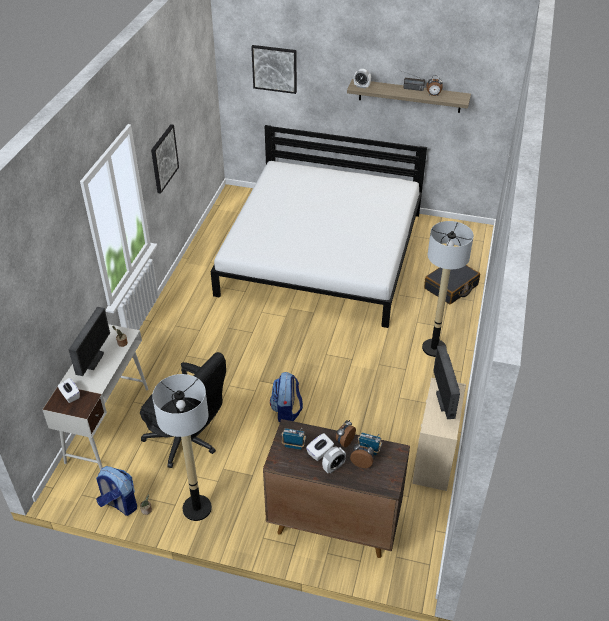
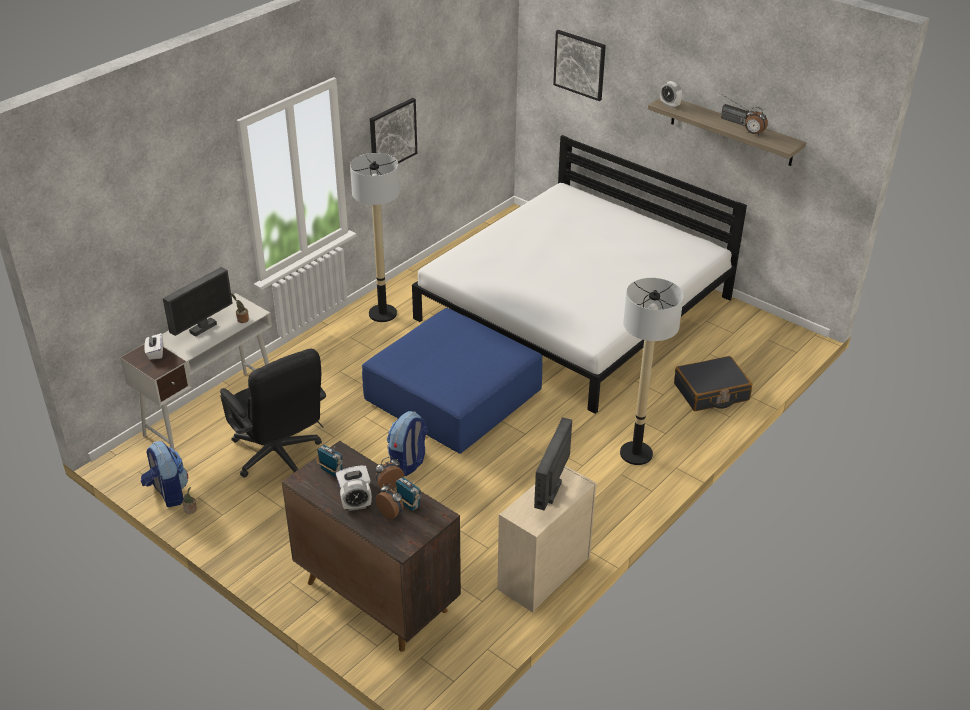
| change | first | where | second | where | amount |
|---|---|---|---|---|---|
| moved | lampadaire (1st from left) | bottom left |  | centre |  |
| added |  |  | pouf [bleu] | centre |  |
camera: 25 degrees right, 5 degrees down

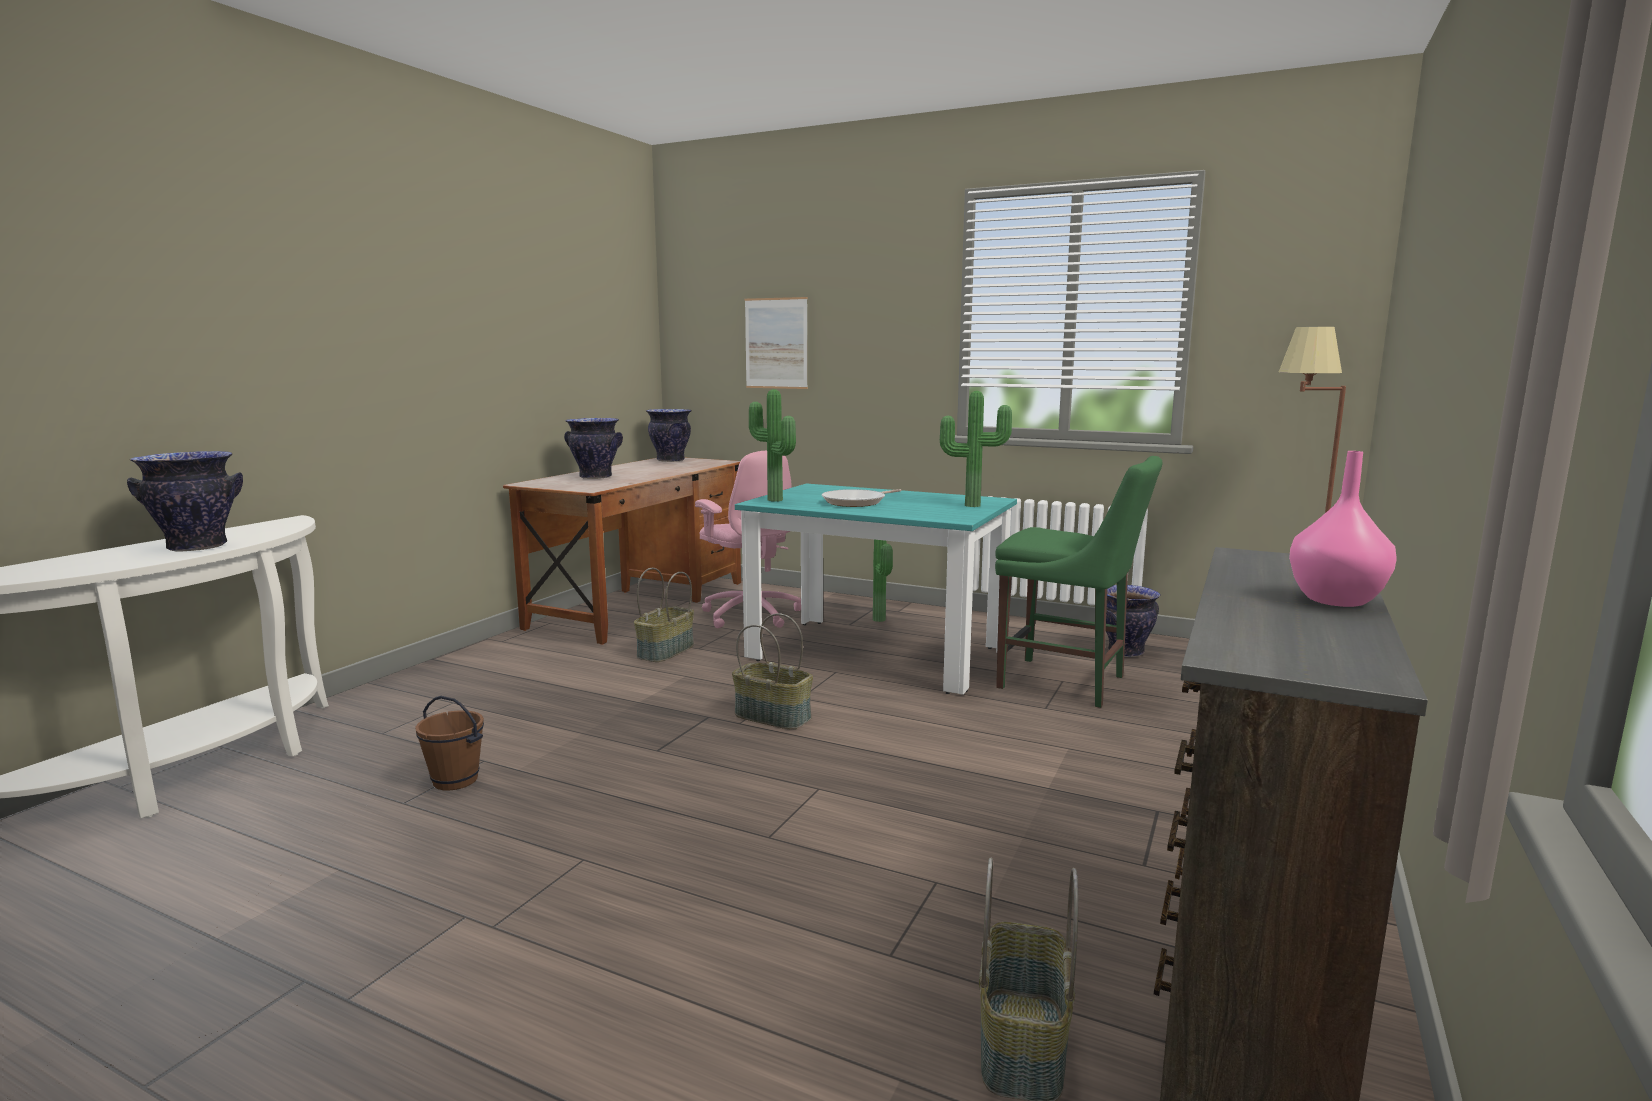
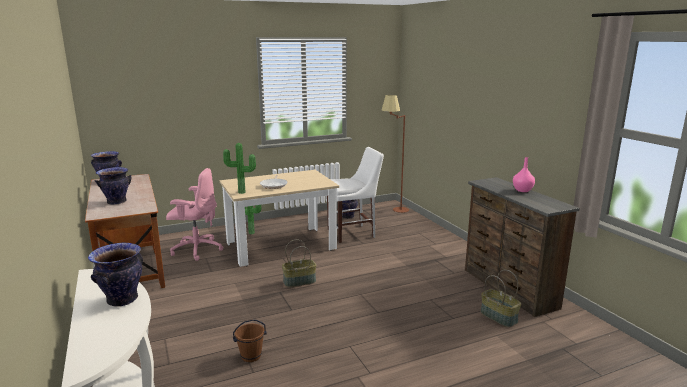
| change | first | where | second | where | amount |
|---|---|---|---|---|---|
| removed | tableau | top centre |  |  |  |
| removed | plante en pot (3rd from left) | centre |  |  |  |
| recoloured | chaise [vert] | centre | chaise [blanc] | centre |  |
| recoloured | table à manger [turquoise] | centre | table à manger [beige] | centre |  |
| removed | panier (1st from left) | centre |  |  |  |
camera: 50 degrees left, 5 degrees up

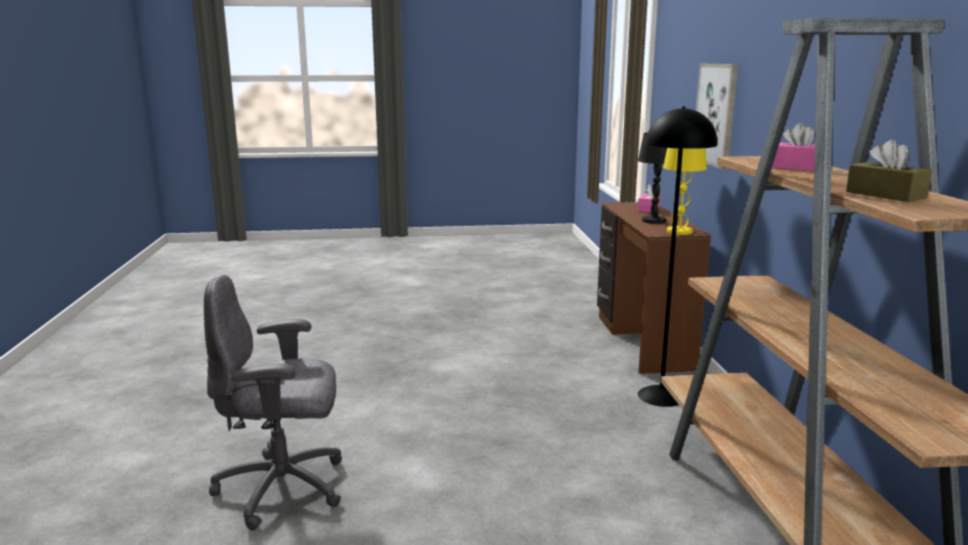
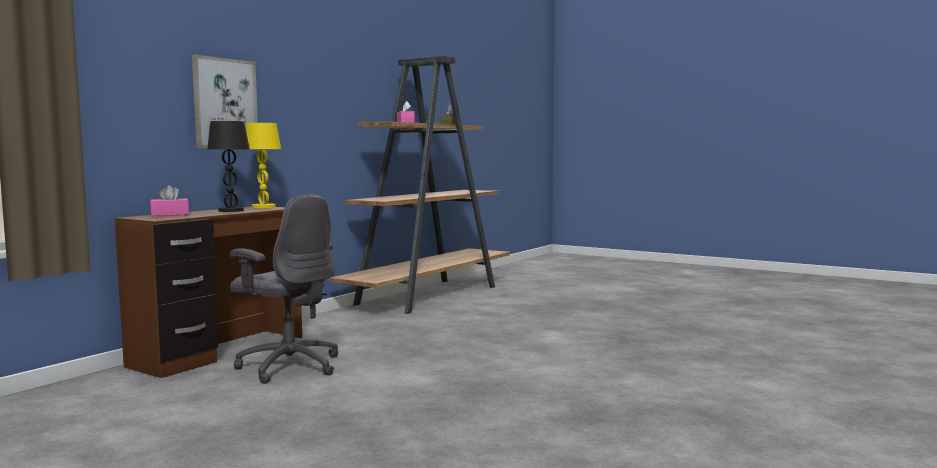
| change | first | where | second | where | amount |
|---|---|---|---|---|---|
| removed | lampadaire [noir] | middle right |  |  |  |
| moved | chaise de bureau [gris] | bottom left |  | middle left |  |
camera: 140 degrees left, 10 degrees down

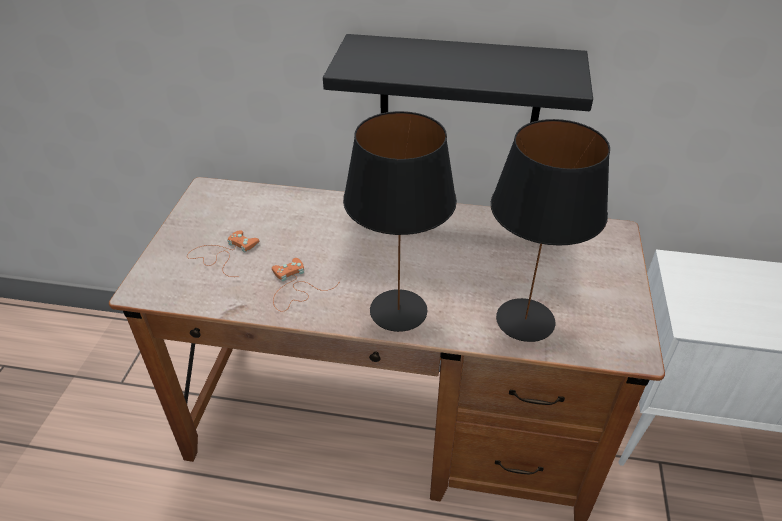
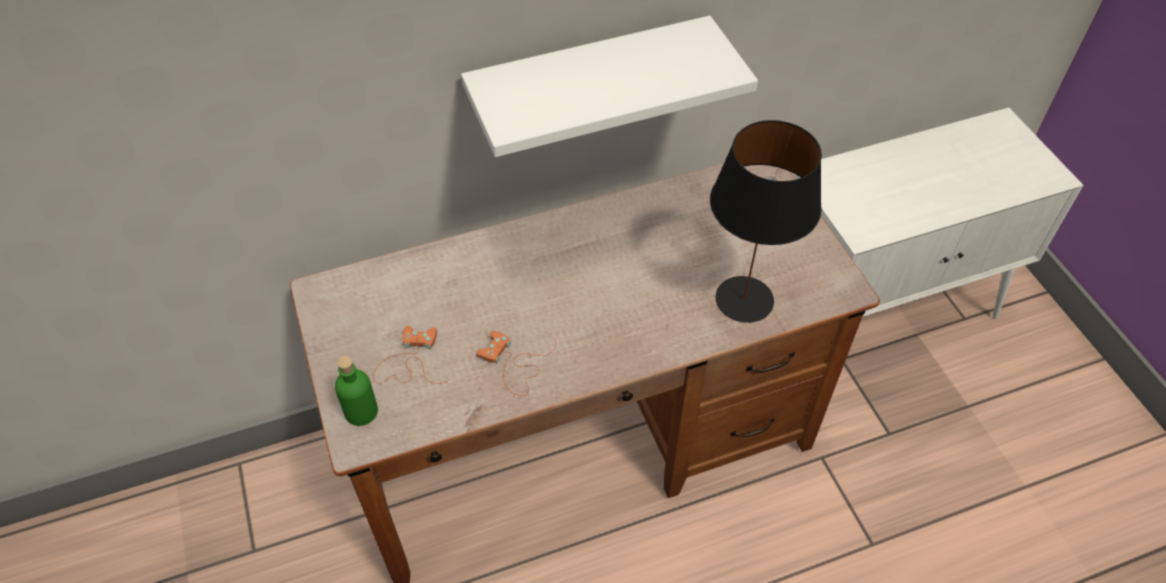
| change | first | where | second | where | amount |
|---|---|---|---|---|---|
| recoloured | étagère [noir] | top centre | étagère [blanc] | top centre |  |
| removed | lampe de table [noir] (1st from left) | centre |  |  |  |
| added |  |  | bouteille [vert] | bottom left |  |
camera: 30 degrees left, 10 degrees up

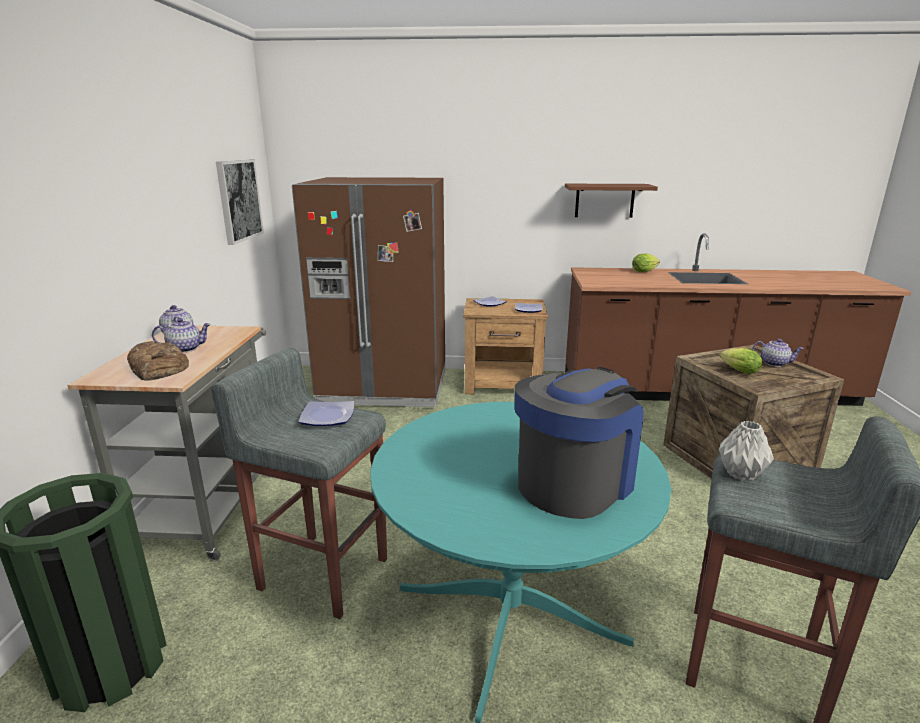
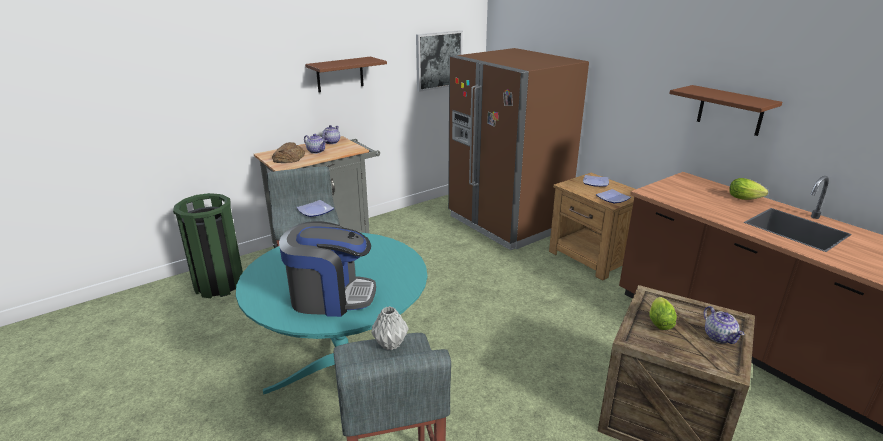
| change | first | where | second | where | amount |
|---|---|---|---|---|---|
| added |  |  | étagère [marron] (1st from left) | top centre |  |
camera: 50 degrees right, 5 degrees up

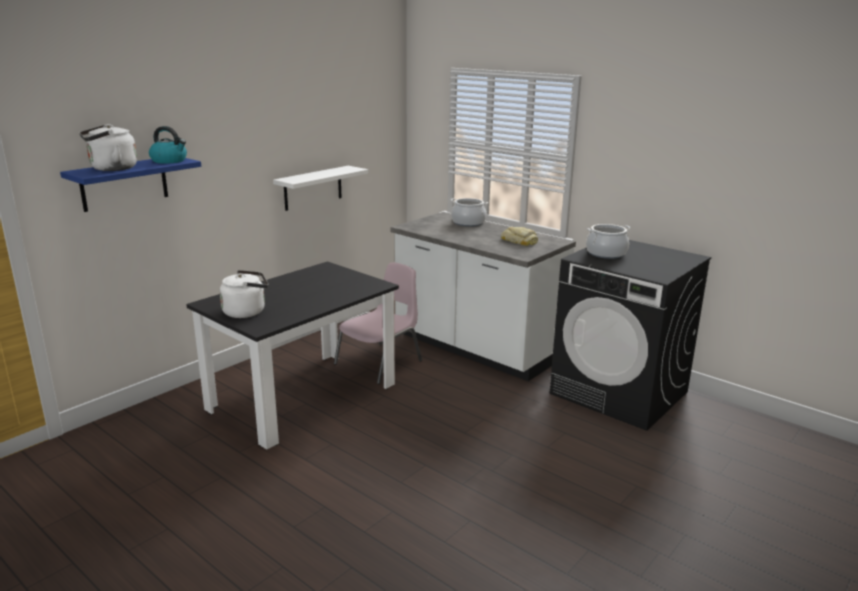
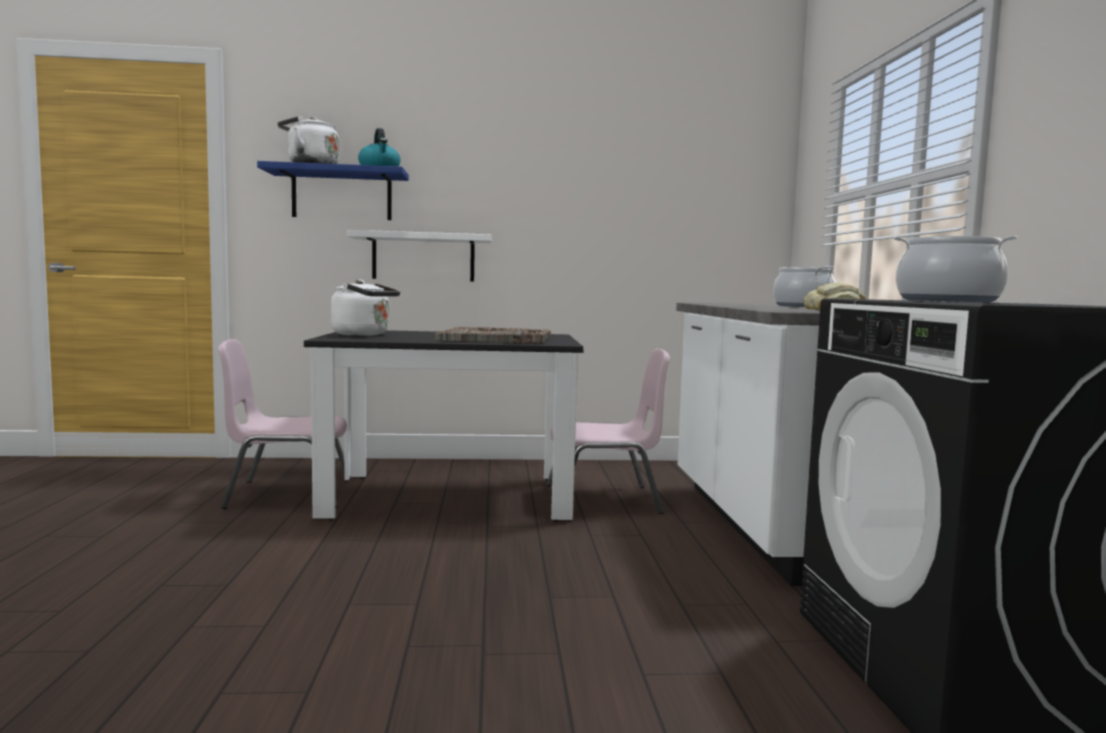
| change | first | where | second | where | amount |
|---|---|---|---|---|---|
| moved | étagère [blanc] | top centre |  | centre |  |
| added |  |  | plateau [gris] | centre |  |
| added |  |  | chaise [rose] (1st from left) | middle left |  |
camera: 45 degrees right, 15 degrees down

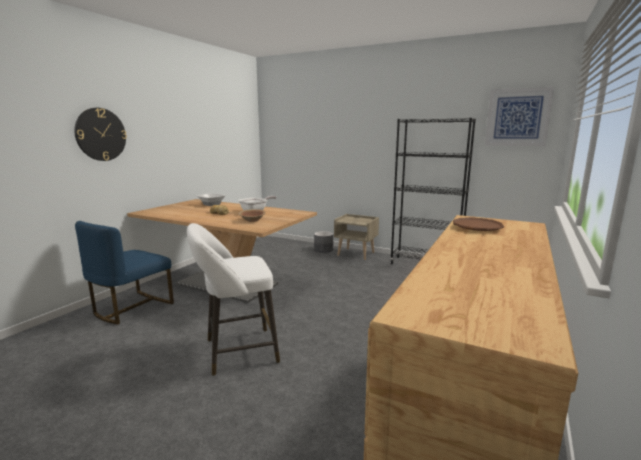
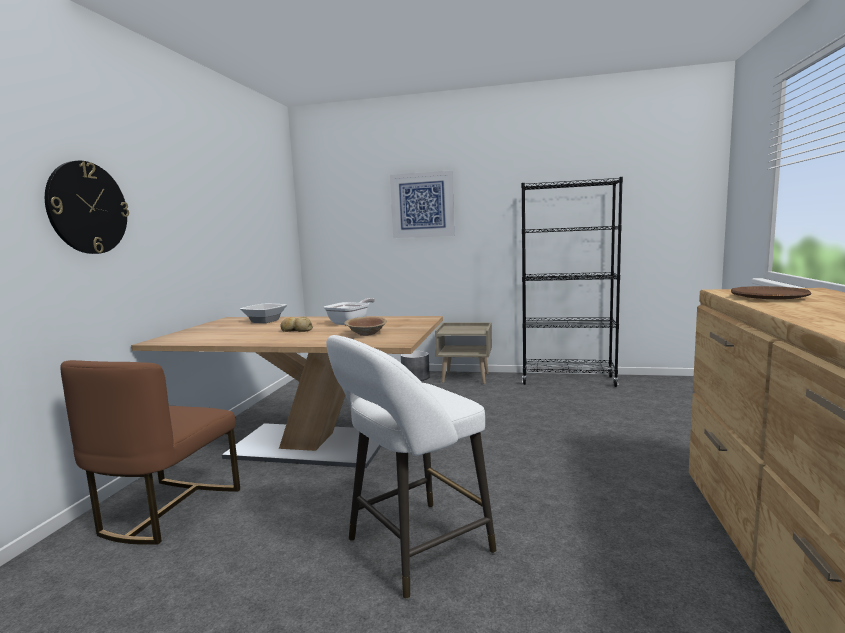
| change | first | where | second | where | amount |
|---|---|---|---|---|---|
| moved | tableau | top right |  | top centre |  |
| recoloured | chaise [bleu] | middle left | chaise [marron] | bottom left |  |
camera: 15 degrees left, 5 degrees down

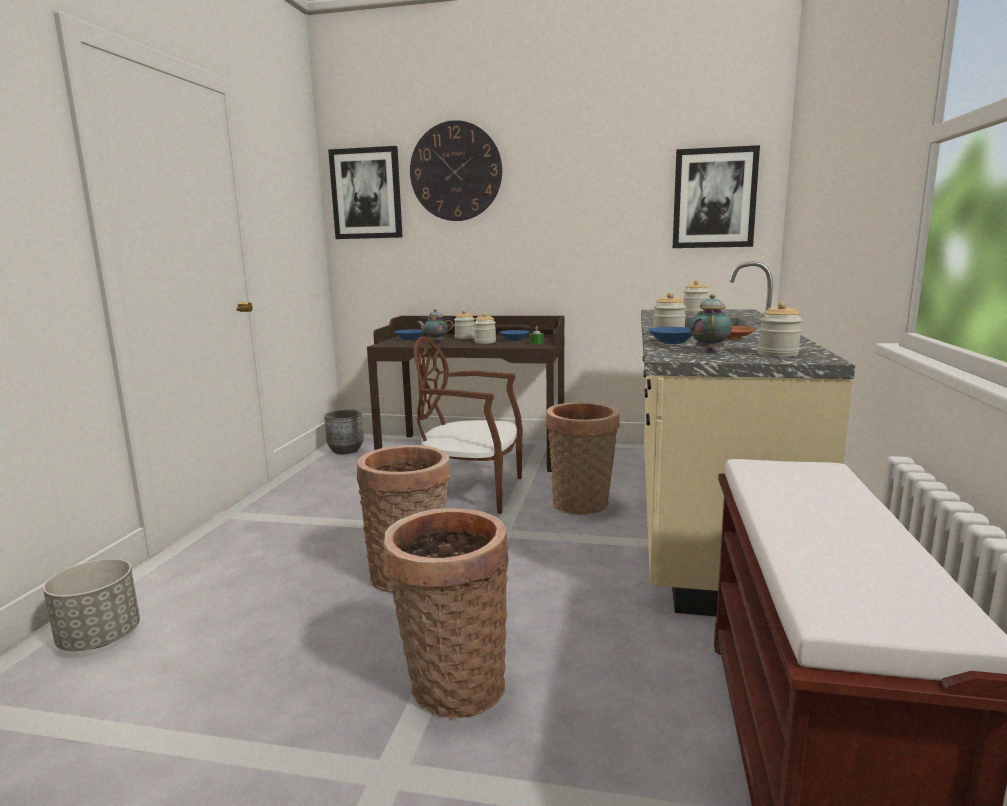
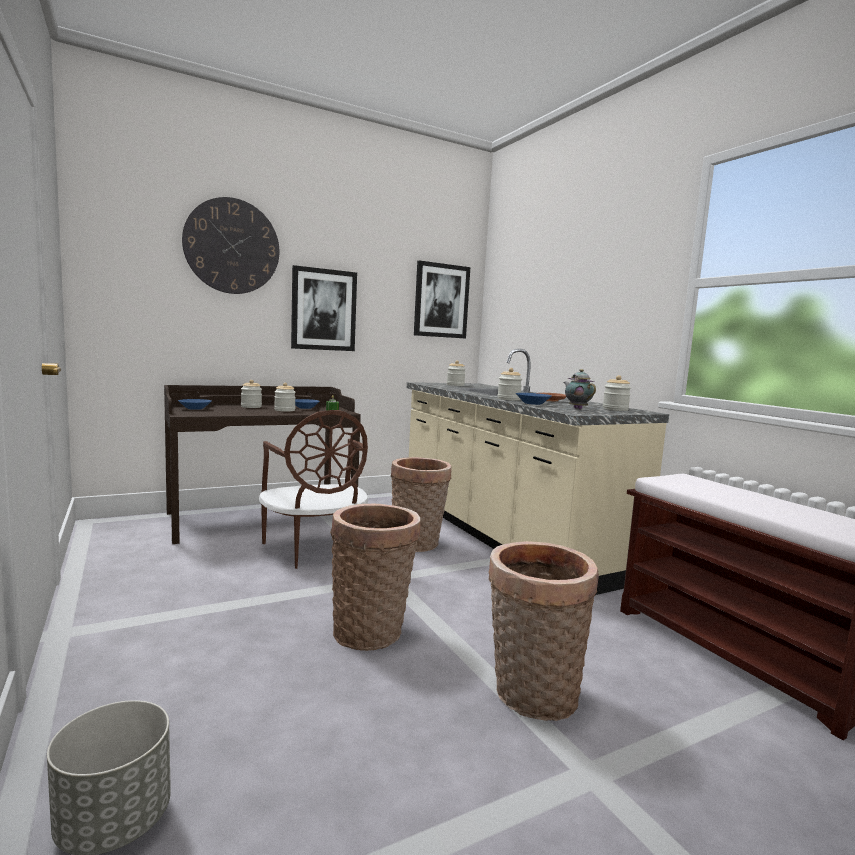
| change | first | where | second | where | amount |
|---|---|---|---|---|---|
| moved | tableau (1st from left) | top centre |  | centre |  |
| removed | théière (1st from left) | centre |  |  |  |
| turned | chaise [marron] | centre |  | centre | 90 degrees counterclockwise |
| removed | cache-pot [gris] (2nd from left) | centre |  |  |  |
camera: 40 degrees left, 5 degrees down

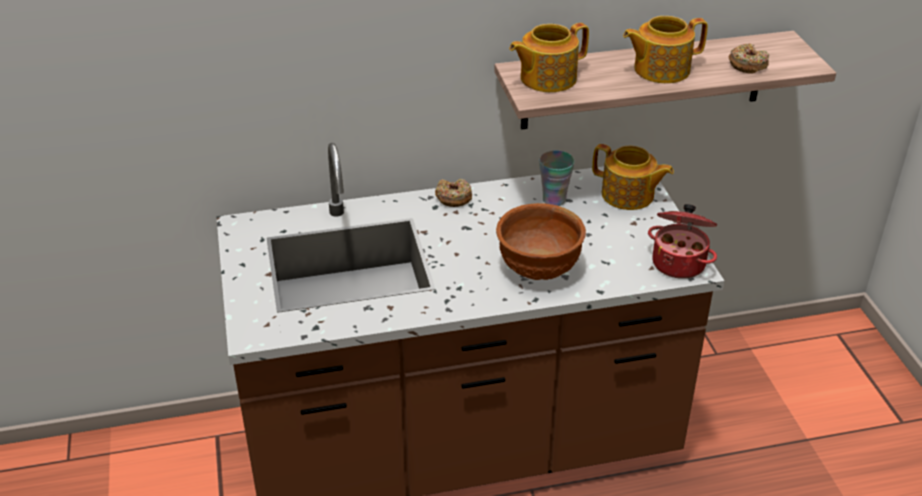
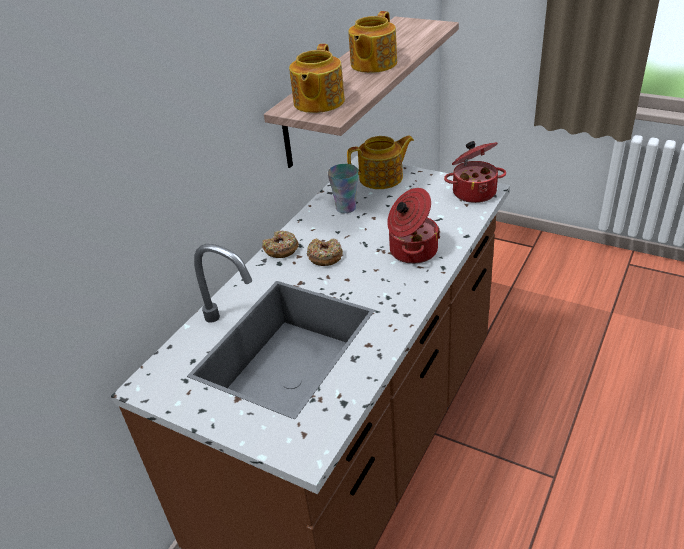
| change | first | where | second | where | amount |
|---|---|---|---|---|---|
| moved | beignet (2nd from left) | top right |  | centre |  |
| replaced | bol [marron] | centre | marmite (1st from left) | centre |  |
camera: 45 degrees left, 0 degrees up

